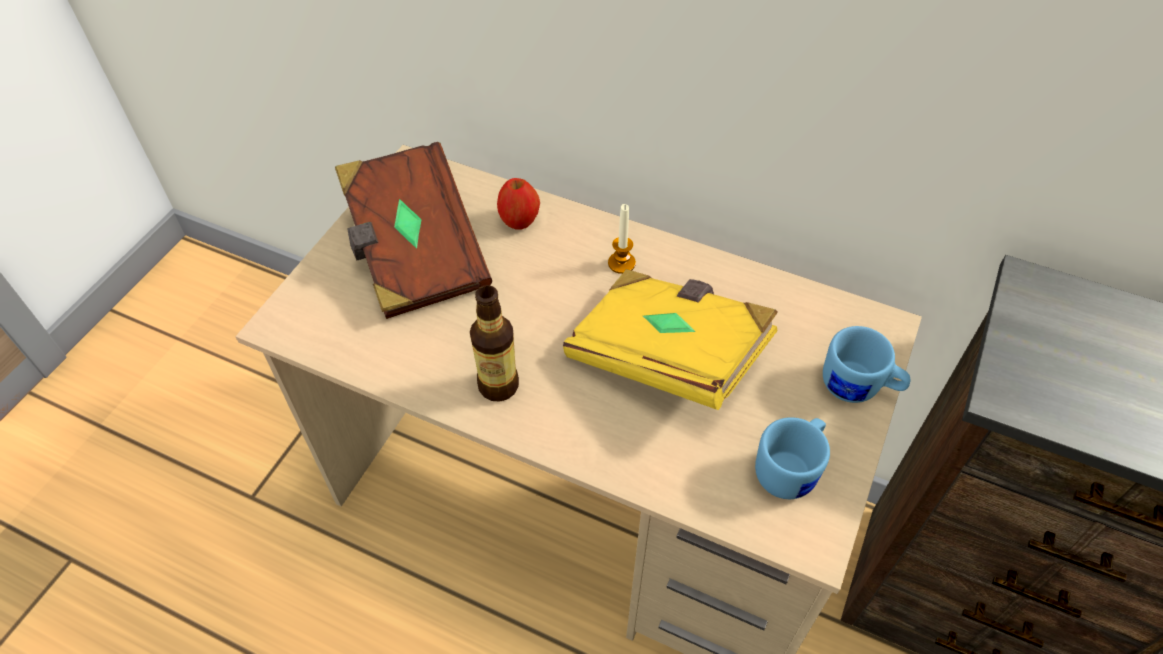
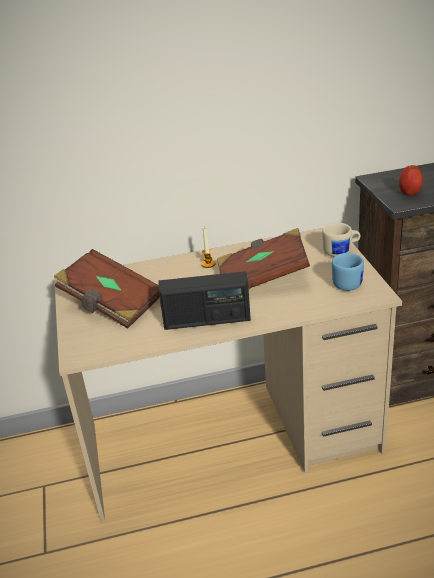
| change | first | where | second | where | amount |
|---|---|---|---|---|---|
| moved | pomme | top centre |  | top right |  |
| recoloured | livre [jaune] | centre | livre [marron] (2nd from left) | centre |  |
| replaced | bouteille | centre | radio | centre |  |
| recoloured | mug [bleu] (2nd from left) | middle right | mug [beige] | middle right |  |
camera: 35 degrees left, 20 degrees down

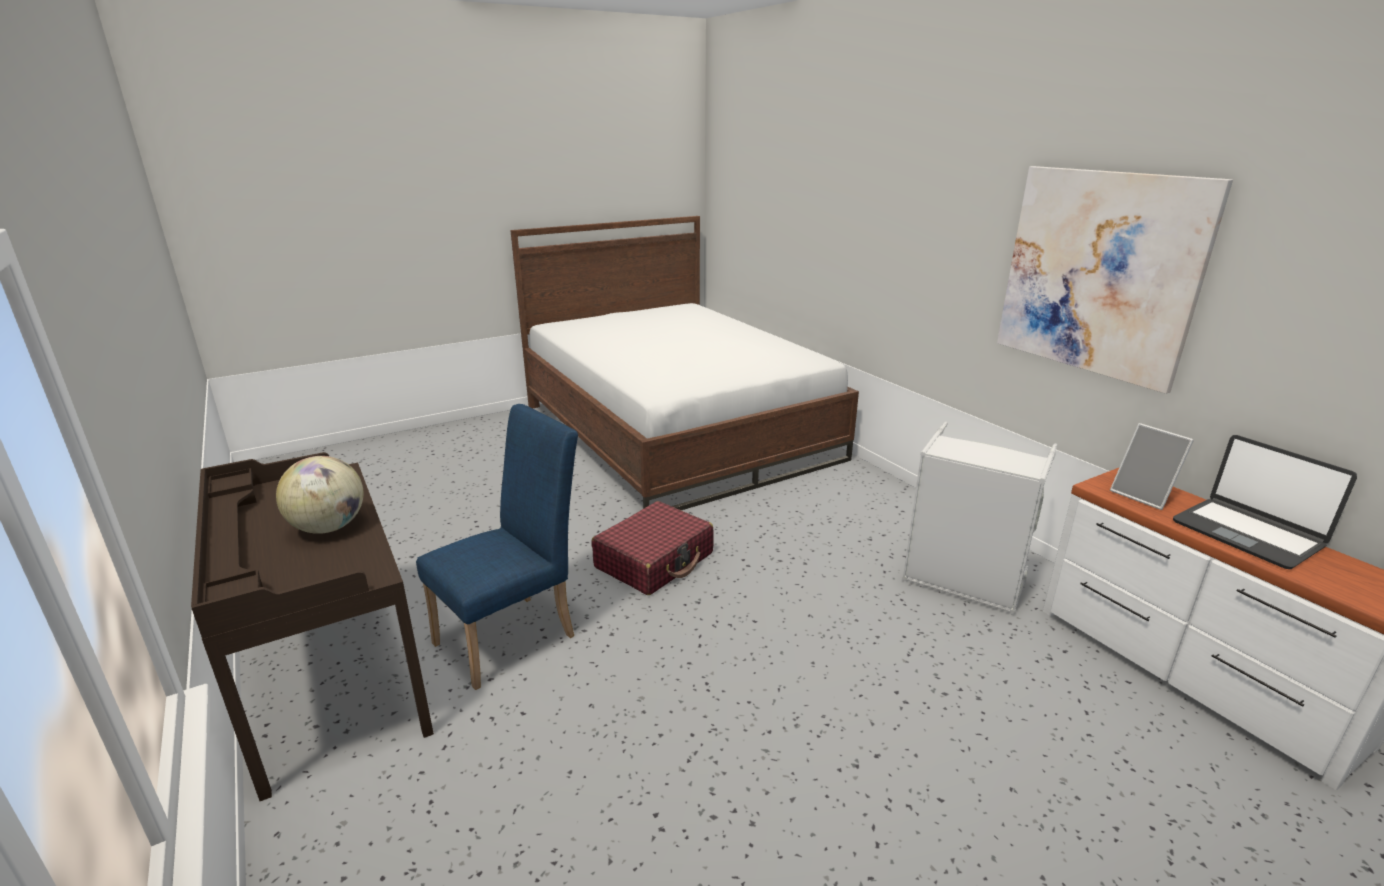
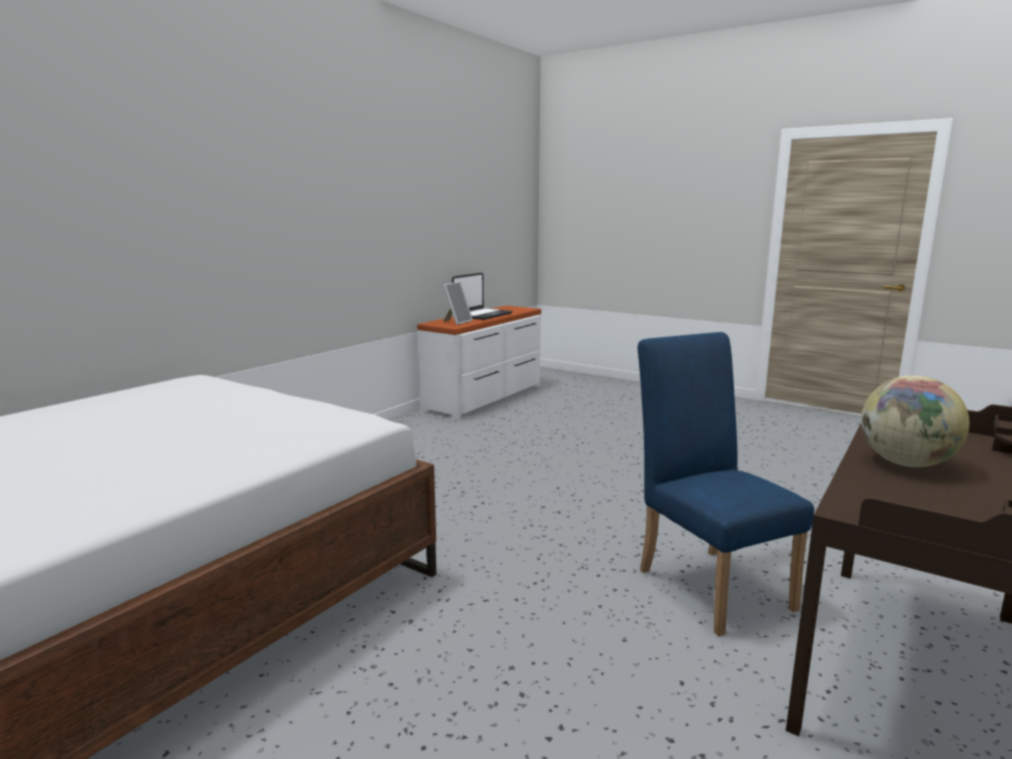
| change | first | where | second | where | amount |
|---|---|---|---|---|---|
| removed | tableau | top right |  |  |  |
| turned | chaise [bleu] | centre |  | middle right | 45 degrees clockwise |
| removed | panier à linge [gris] | middle right |  |  |  |
| removed | valise [rouge] | centre |  |  |  |
camera: 115 degrees left, 10 degrees down

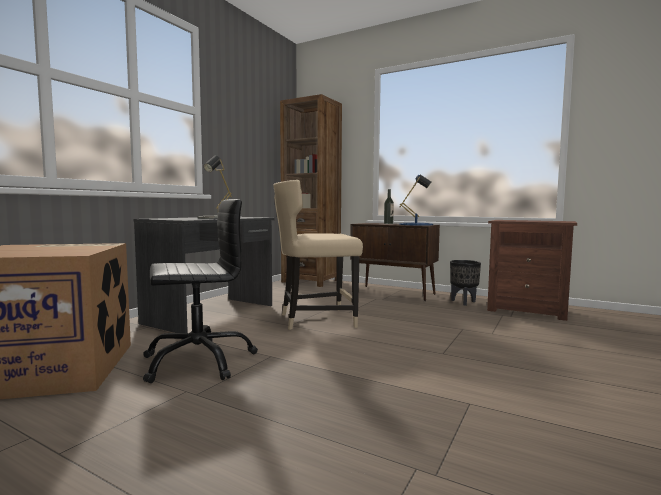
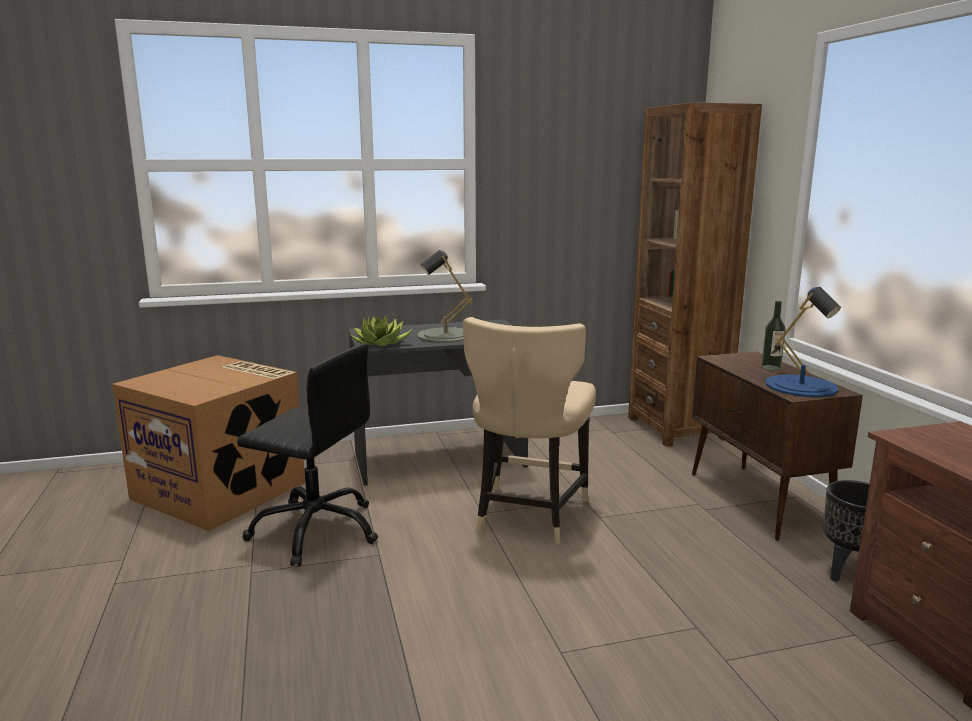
| change | first | where | second | where | amount |
|---|---|---|---|---|---|
| turned | chaise [beige] | centre |  | centre | 105 degrees counterclockwise |
| added |  |  | plante en pot | centre |  |
camera: 45 degrees right, 10 degrees up

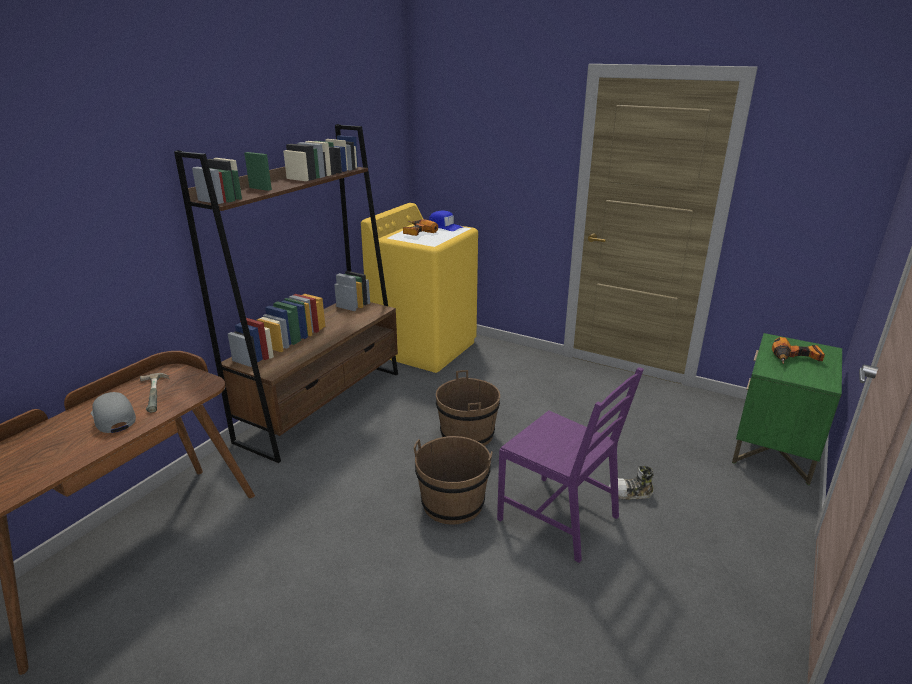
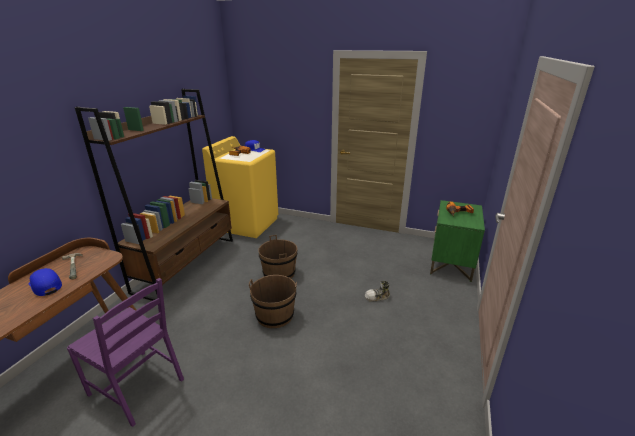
| change | first | where | second | where | amount |
|---|---|---|---|---|---|
| moved | chaise [violet] | bottom centre |  | bottom left |  |
| recoloured | casquette [gris] | middle left | casquette [bleu] (1st from left) | middle left |  |
camera: 10 degrees left, 0 degrees up

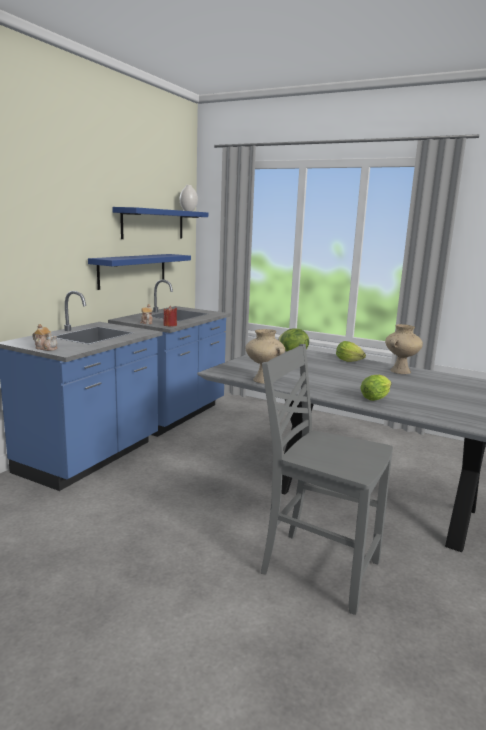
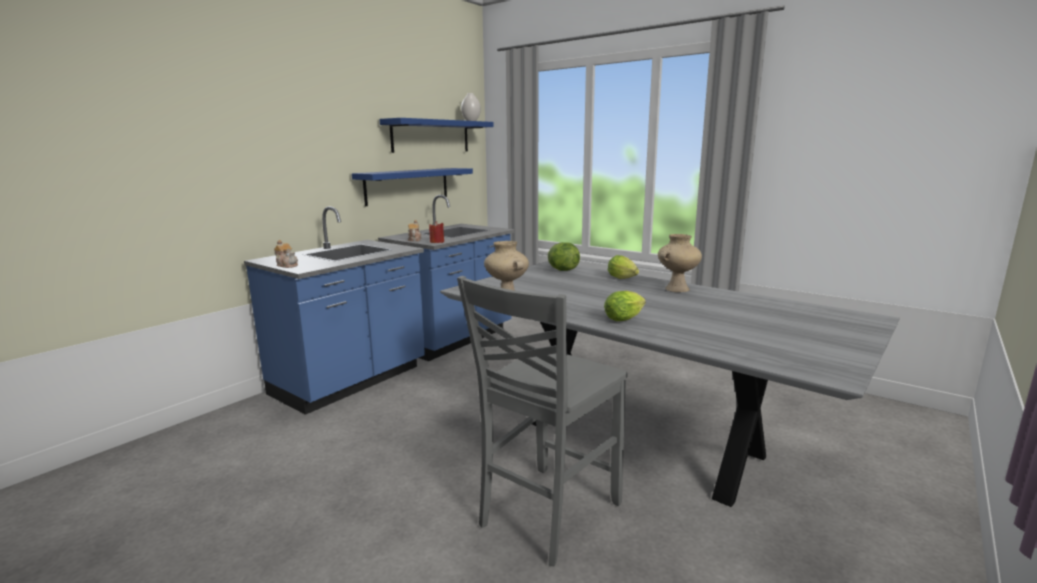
| change | first | where | second | where | amount |
|---|---|---|---|---|---|
| turned | chaise [gris] | middle right |  | bottom centre | 90 degrees counterclockwise |
camera: 10 degrees right, 0 degrees up

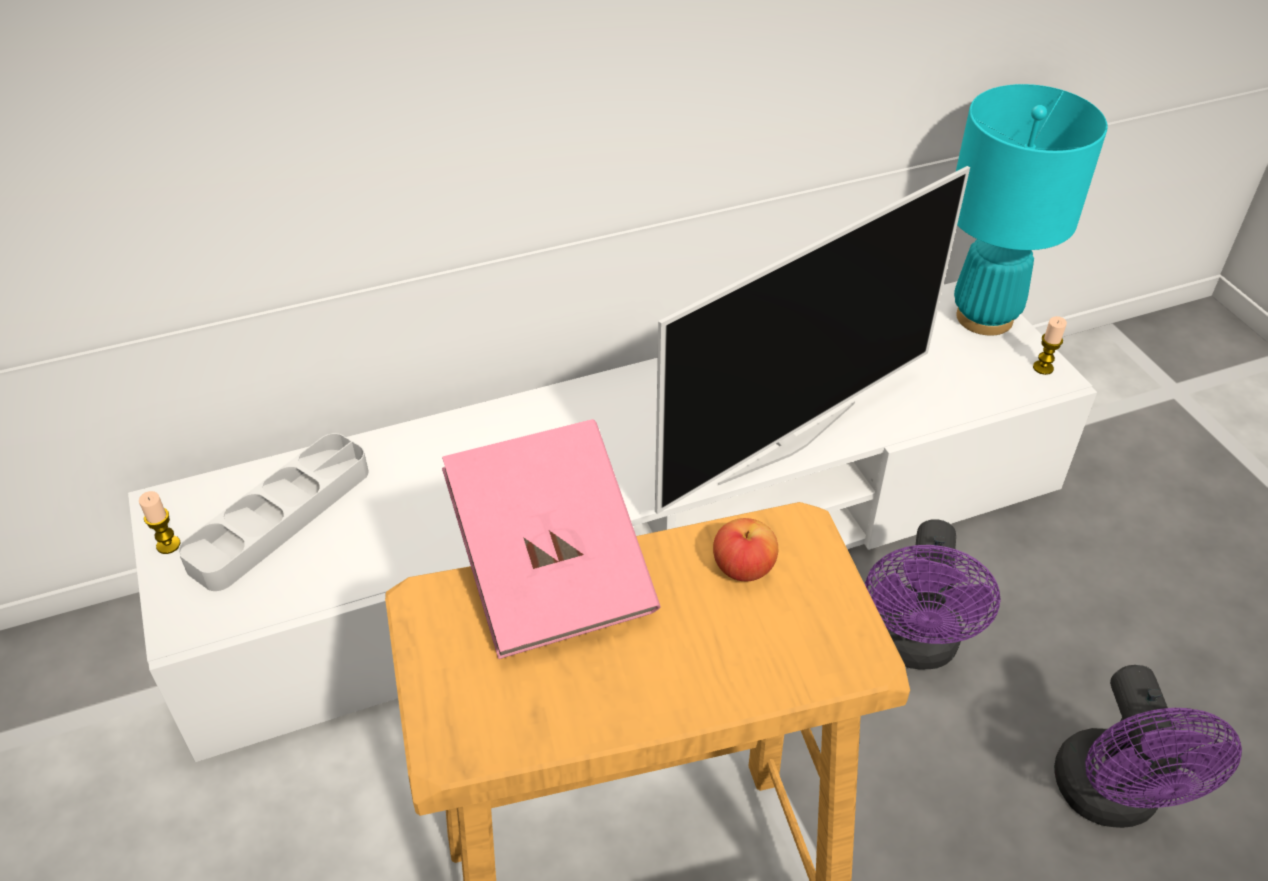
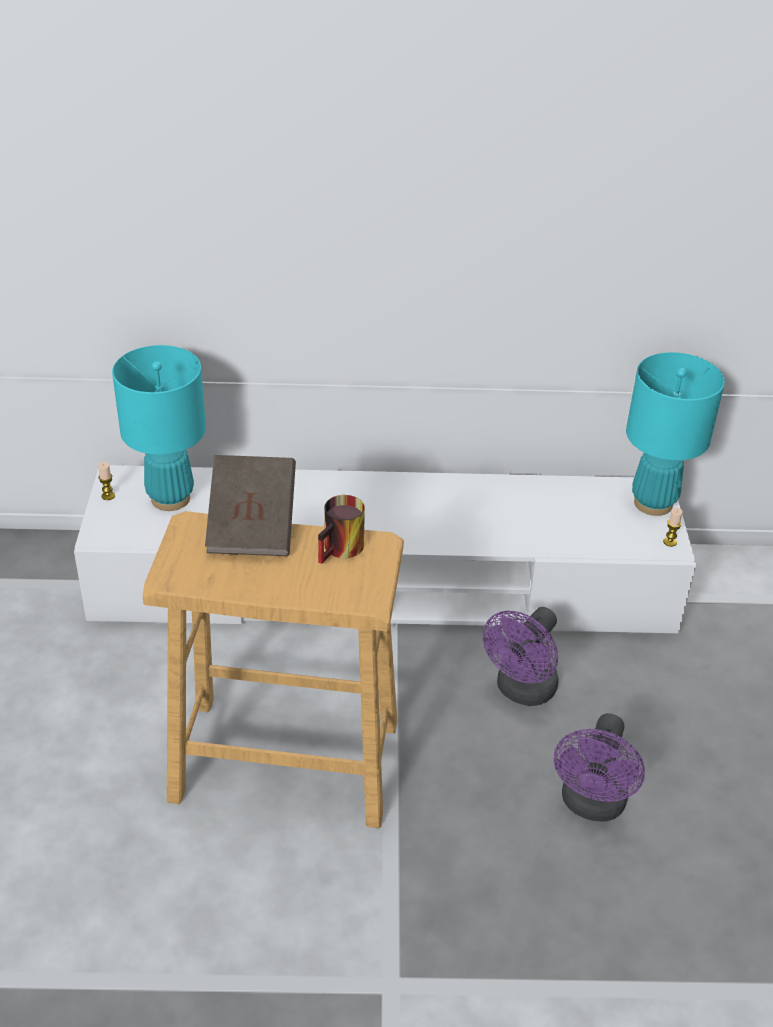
| change | first | where | second | where | amount |
|---|---|---|---|---|---|
| removed | téléviseur | centre |  |  |  |
| recoloured | livre [rose] | centre | livre [marron] | middle left |  |
| replaced | plateau [gris] | middle left | lampe de table [turquoise] (1st from left) | middle left |  |
| replaced | pomme | centre | mug | centre |  |
camera: 20 degrees right, 5 degrees down

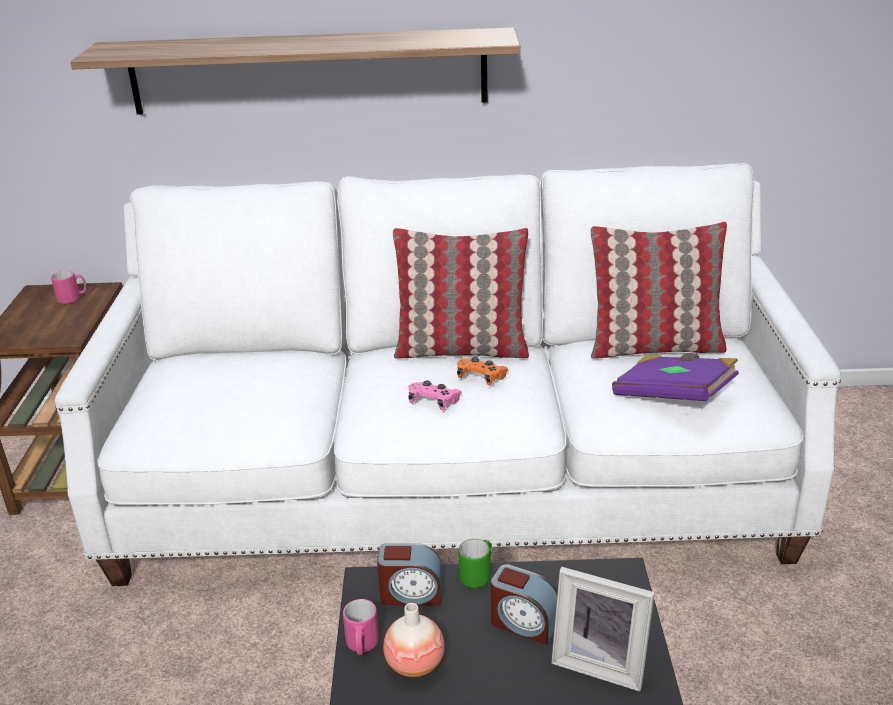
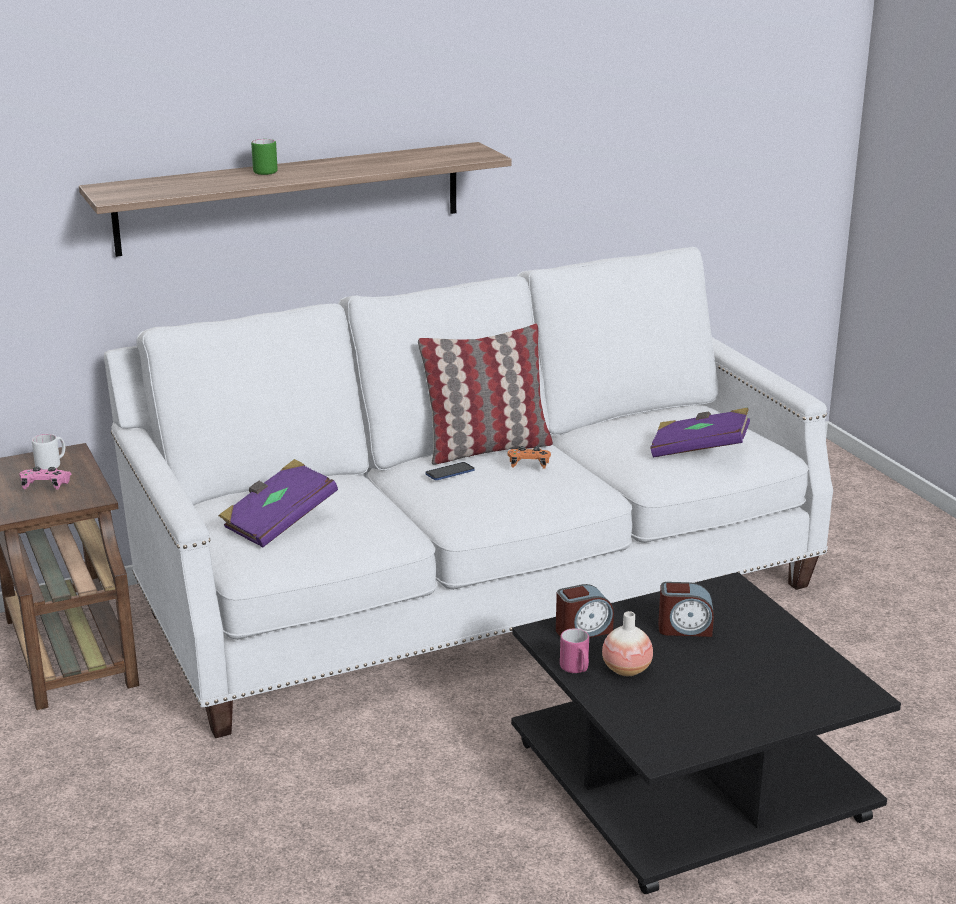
| change | first | where | second | where | amount |
|---|---|---|---|---|---|
| removed | coussin (2nd from left) | middle right |  |  |  |
| recoloured | mug [rose] (1st from left) | middle left | mug [blanc] | middle left |  |
| moved | manette [rose] | centre |  | middle left |  |
| moved | mug [vert] | bottom centre |  | top left |  |
| removed | cadre photo | bottom right |  |  |  |
| added |  |  | livre [violet] (1st from left) | middle left |  |
| added |  |  | téléphone | centre |  |
camera: 25 degrees left, 5 degrees down

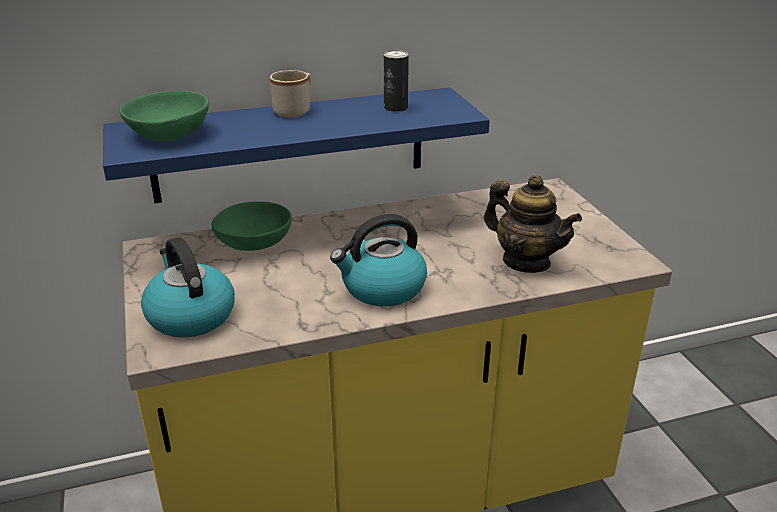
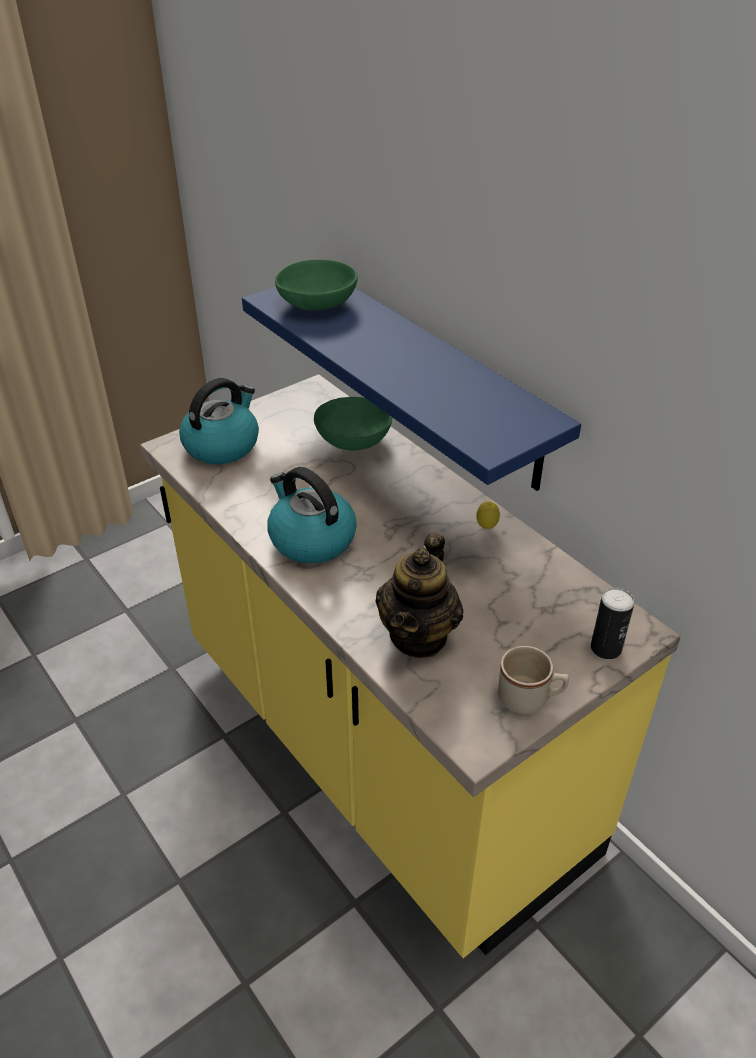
| change | first | where | second | where | amount |
|---|---|---|---|---|---|
| moved | boîte métallique | top centre |  | middle right |  |
| moved | mug [beige] | top centre |  | middle right |  |
| added |  |  | citron | centre |  |
camera: 70 degrees right, 10 degrees up

